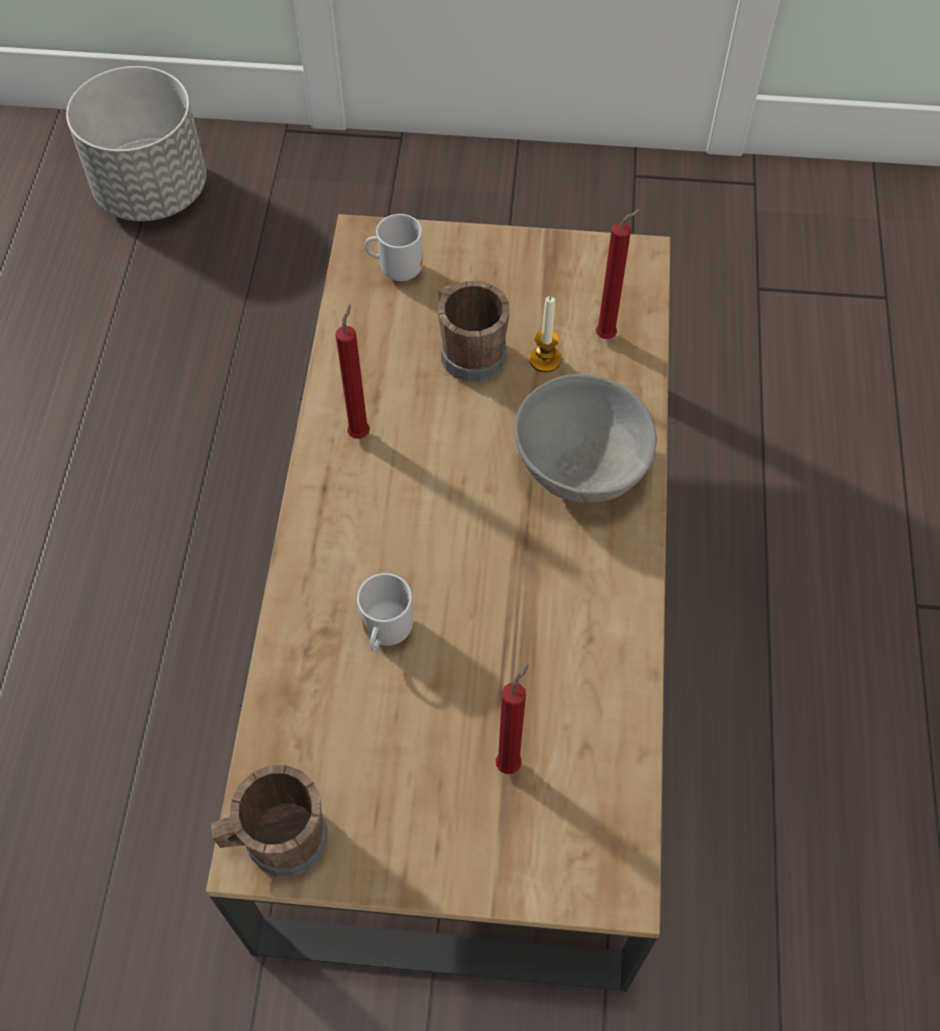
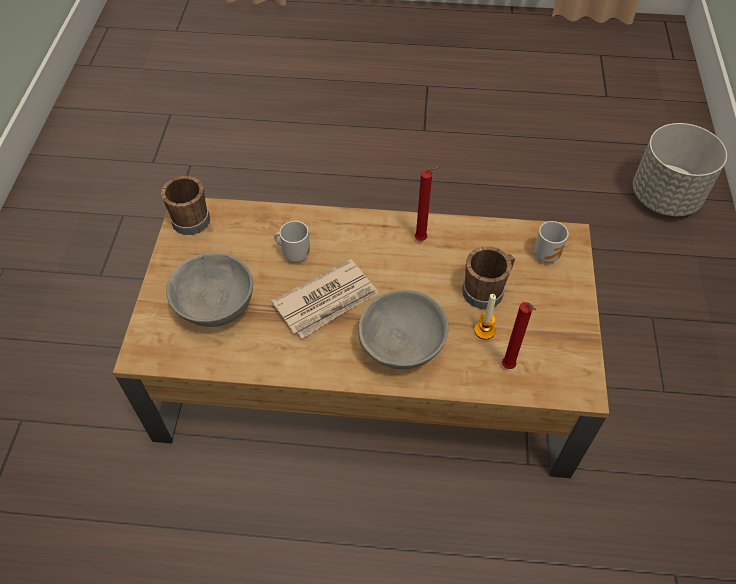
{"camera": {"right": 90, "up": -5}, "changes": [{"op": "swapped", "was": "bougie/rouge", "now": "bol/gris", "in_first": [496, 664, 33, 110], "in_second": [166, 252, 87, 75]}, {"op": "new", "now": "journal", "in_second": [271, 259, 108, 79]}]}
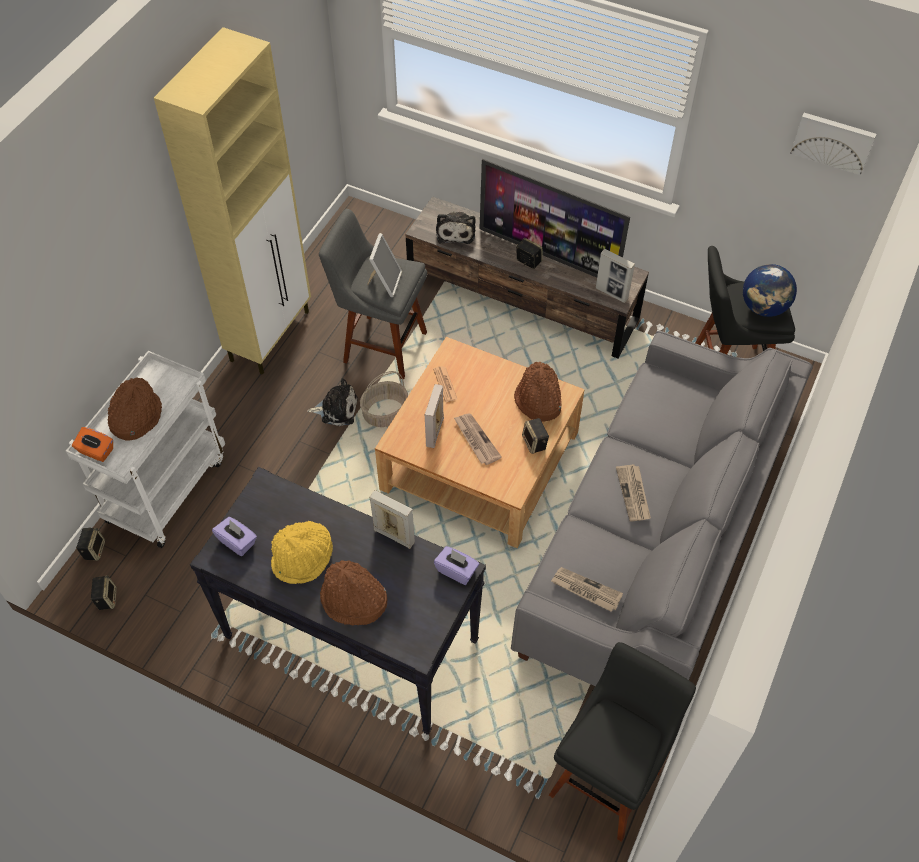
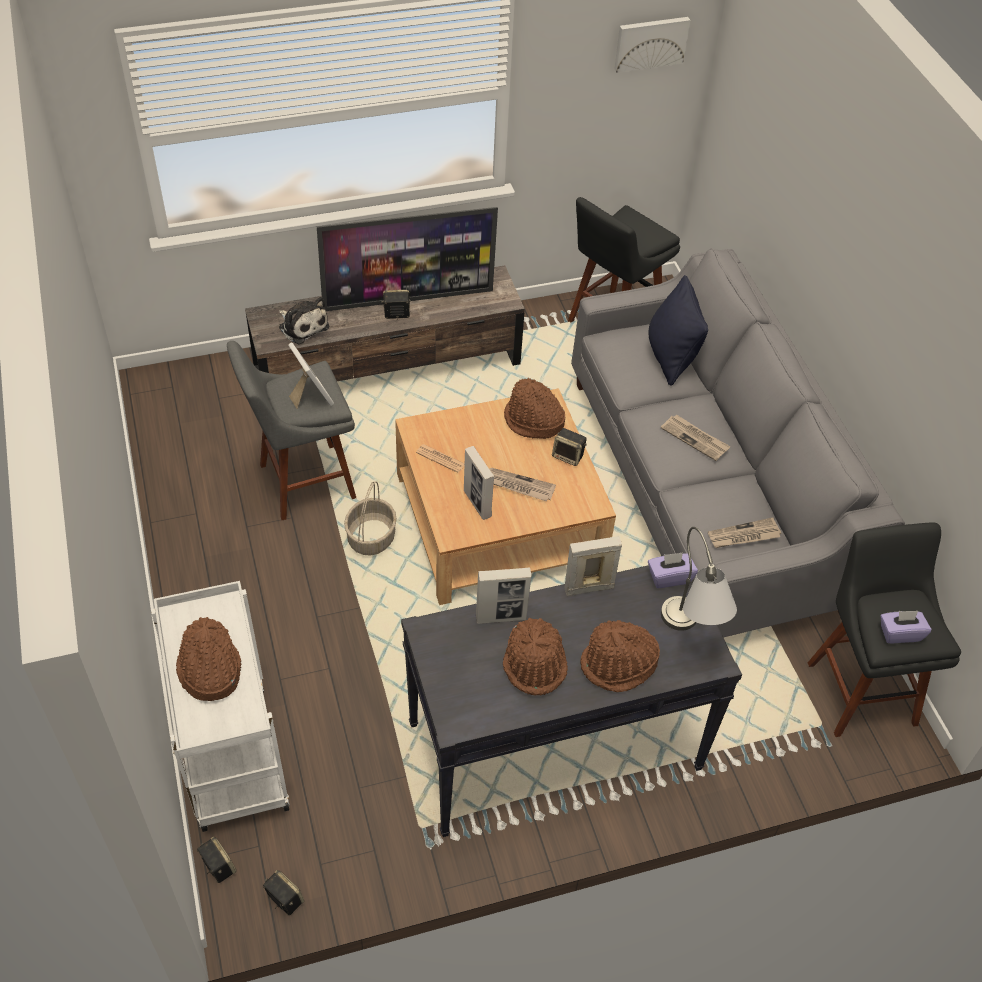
{"camera": {"right": -45, "up": -5}, "changes": [{"op": "gone", "was": "boîte à mouchoirs/orange", "in_first": [72, 427, 41, 35]}, {"op": "gone", "was": "meuble de rangement/beige", "in_first": [154, 27, 157, 348]}, {"op": "shifted", "was": "boîte à mouchoirs/violet", "in_first": [212, 517, 45, 39], "in_second": [880, 611, 52, 32]}, {"op": "repainted", "was": "chapeau/jaune", "now": "chapeau/marron", "in_first": [271, 521, 62, 63], "in_second": [503, 618, 65, 78]}, {"op": "gone", "was": "peluche", "in_first": [307, 378, 51, 48]}, {"op": "shifted", "was": "cadre photo", "in_first": [596, 249, 39, 54], "in_second": [476, 568, 55, 56]}, {"op": "gone", "was": "globe", "in_first": [743, 264, 54, 53]}, {"op": "new", "now": "coussin/noir", "in_second": [649, 275, 59, 110]}, {"op": "new", "now": "lampe de table/gris", "in_second": [661, 527, 76, 104]}]}
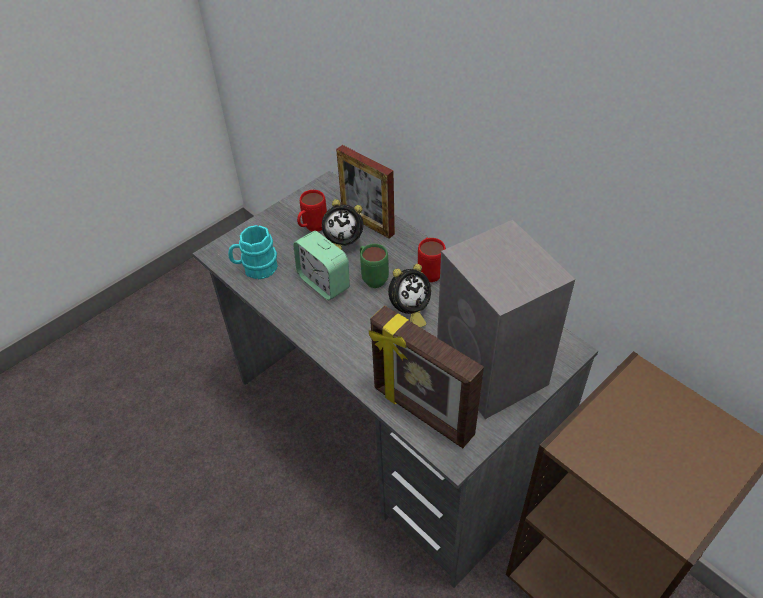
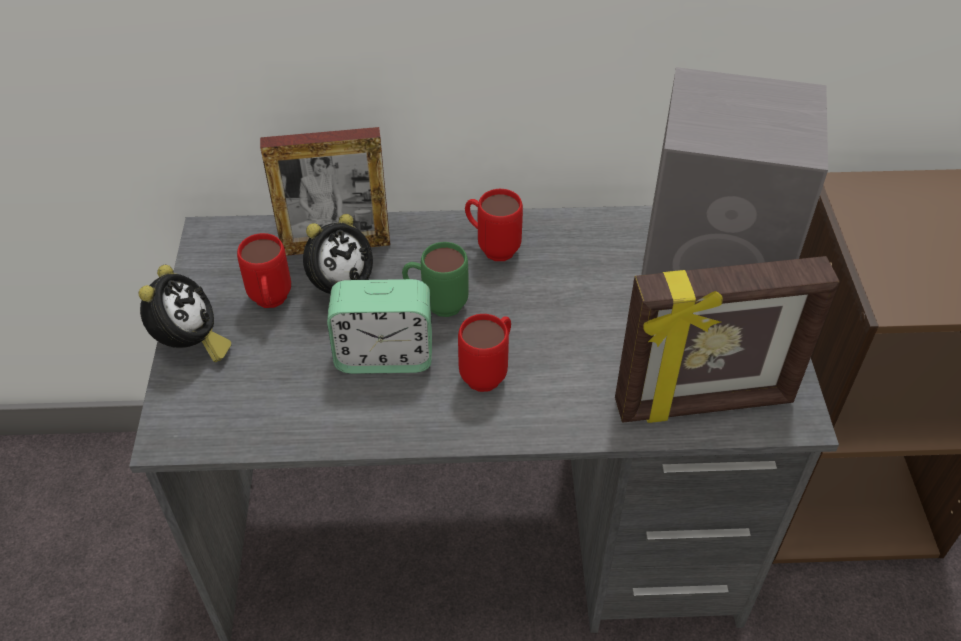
{"camera": {"right": -50, "up": 0}, "changes": [{"op": "gone", "was": "mug/turquoise", "in_first": [228, 225, 50, 54]}, {"op": "shifted", "was": "réveil", "in_first": [388, 264, 43, 63], "in_second": [138, 265, 93, 97]}, {"op": "new", "now": "mug/rouge", "in_second": [458, 314, 53, 78]}]}
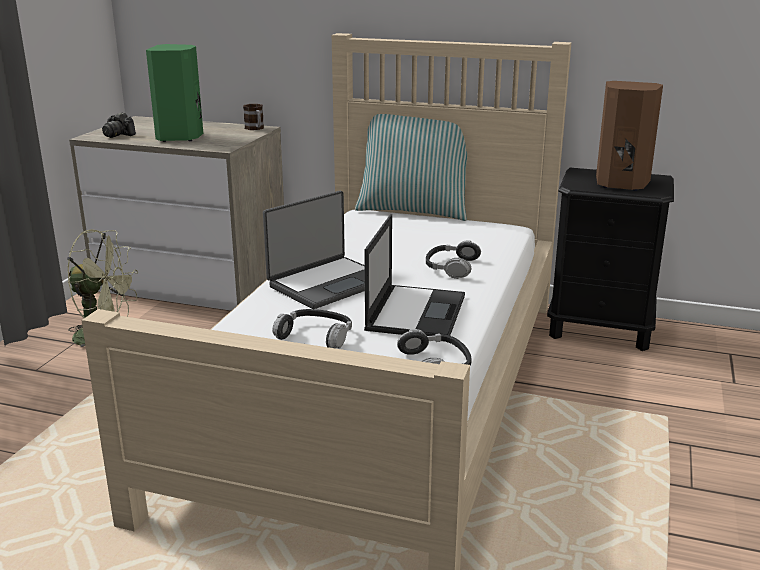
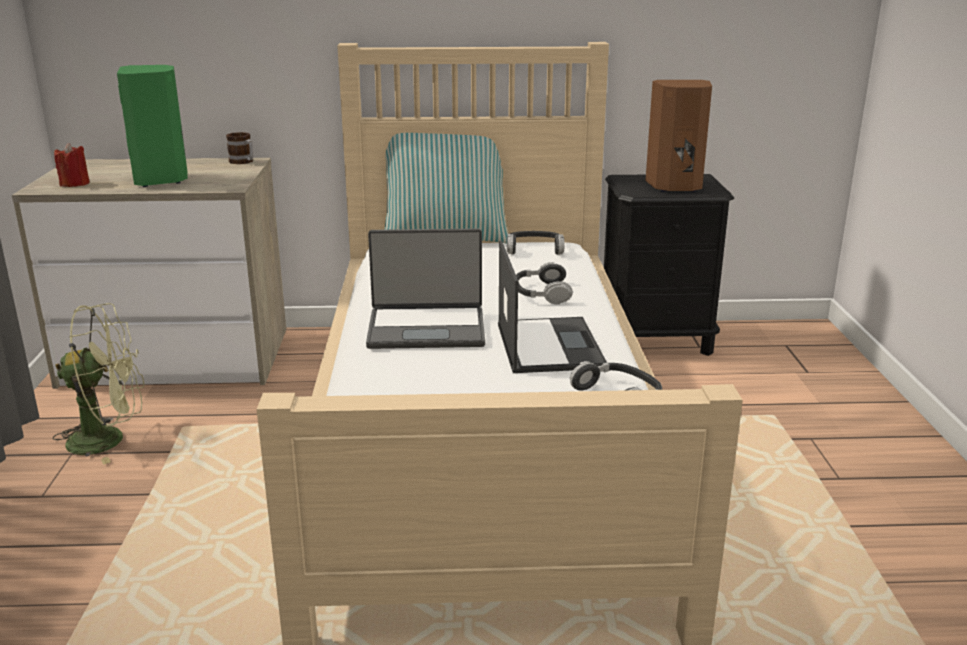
{"camera": {"right": -20, "up": 0}, "changes": [{"op": "swapped", "was": "appareil photo", "now": "bougie/rouge", "in_first": [102, 112, 34, 26], "in_second": [54, 143, 36, 44]}, {"op": "rotated", "was": "ordinateur portable", "in_first": [263, 191, 102, 118], "in_second": [366, 229, 119, 120], "clockwise": 60}, {"op": "shifted", "was": "casque audio", "in_first": [272, 309, 80, 40], "in_second": [507, 231, 57, 24]}]}
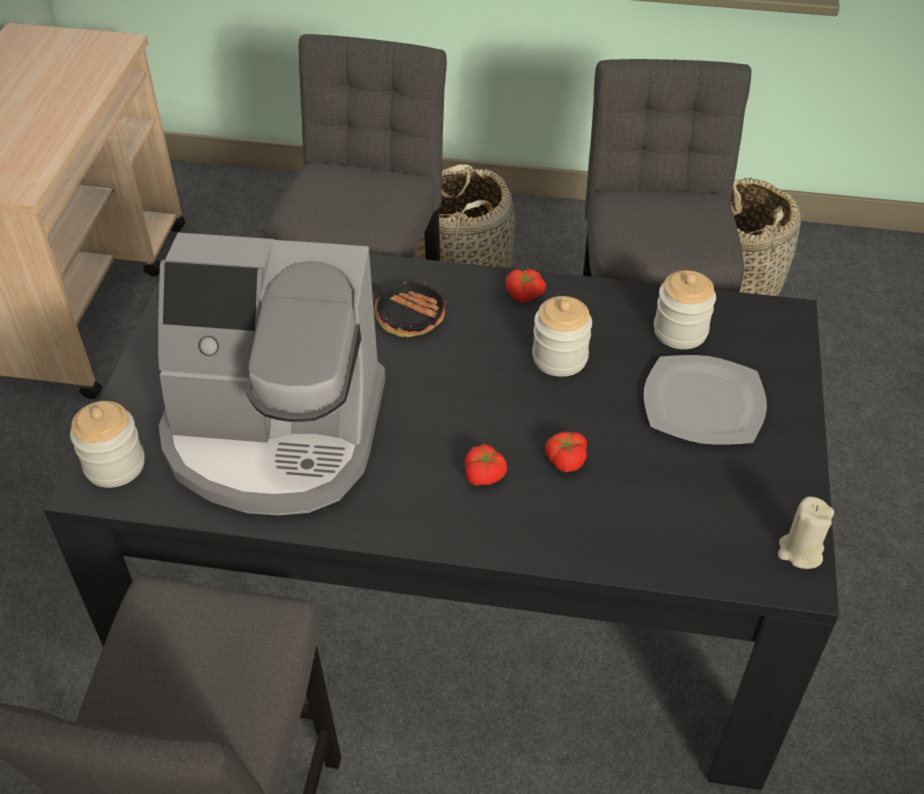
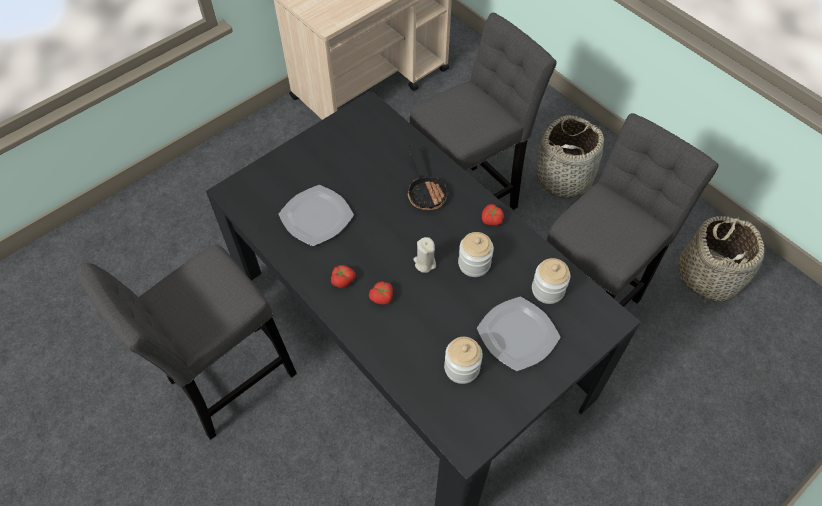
{"camera": {"right": 40, "up": 10}, "changes": [{"op": "shifted", "was": "bocal", "in_first": [70, 401, 75, 87], "in_second": [444, 337, 39, 47]}, {"op": "swapped", "was": "machine à café", "now": "assiette", "in_first": [158, 233, 227, 282], "in_second": [279, 185, 75, 61]}, {"op": "shifted", "was": "tomate", "in_first": [545, 431, 42, 41], "in_second": [331, 265, 25, 23]}, {"op": "shifted", "was": "bougie/beige", "in_first": [778, 496, 56, 73], "in_second": [413, 237, 23, 36]}]}
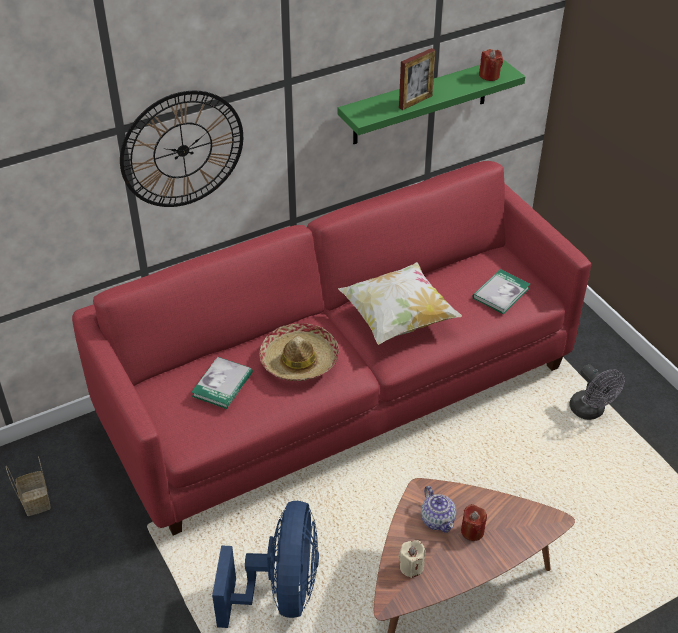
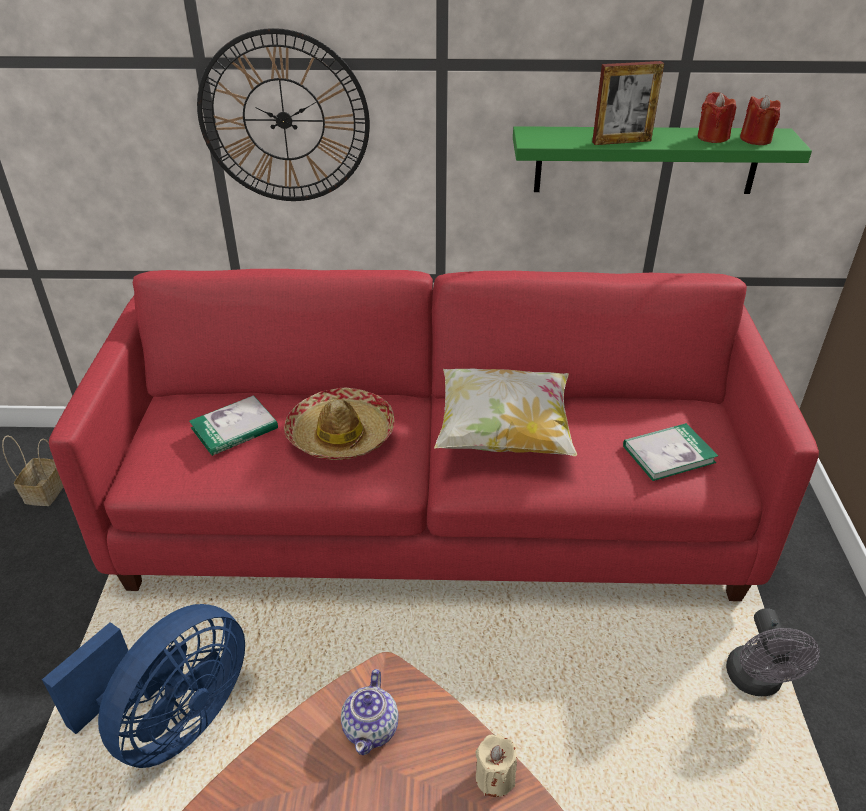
{"camera": {"right": 30, "up": -5}, "changes": [{"op": "shifted", "was": "bougie/beige", "in_first": [399, 540, 26, 38], "in_second": [475, 734, 42, 63]}, {"op": "shifted", "was": "bougie/rouge", "in_first": [461, 504, 26, 37], "in_second": [698, 92, 38, 51]}]}
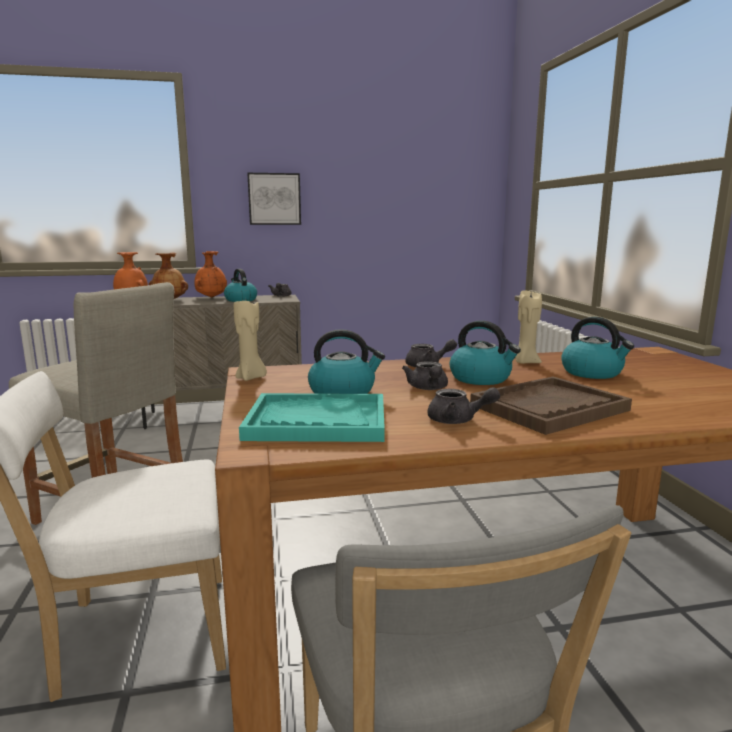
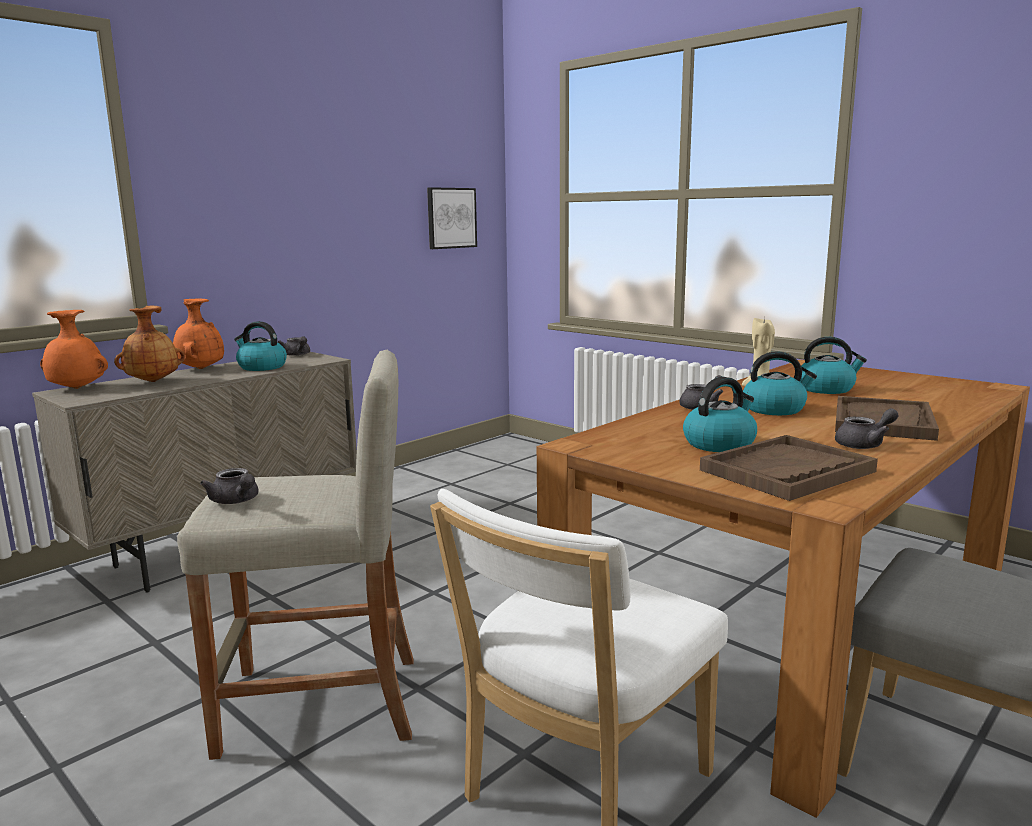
{"camera": {"right": -35, "up": 0}, "changes": [{"op": "gone", "was": "bougie/beige", "in_first": [234, 301, 33, 80]}, {"op": "repainted", "was": "plateau/turquoise", "now": "plateau/marron", "in_first": [239, 393, 146, 49], "in_second": [700, 435, 178, 66]}, {"op": "shifted", "was": "tableau", "in_first": [247, 173, 54, 52], "in_second": [427, 187, 50, 62]}, {"op": "shifted", "was": "théière/gris", "in_first": [402, 361, 46, 29], "in_second": [200, 468, 58, 36]}]}
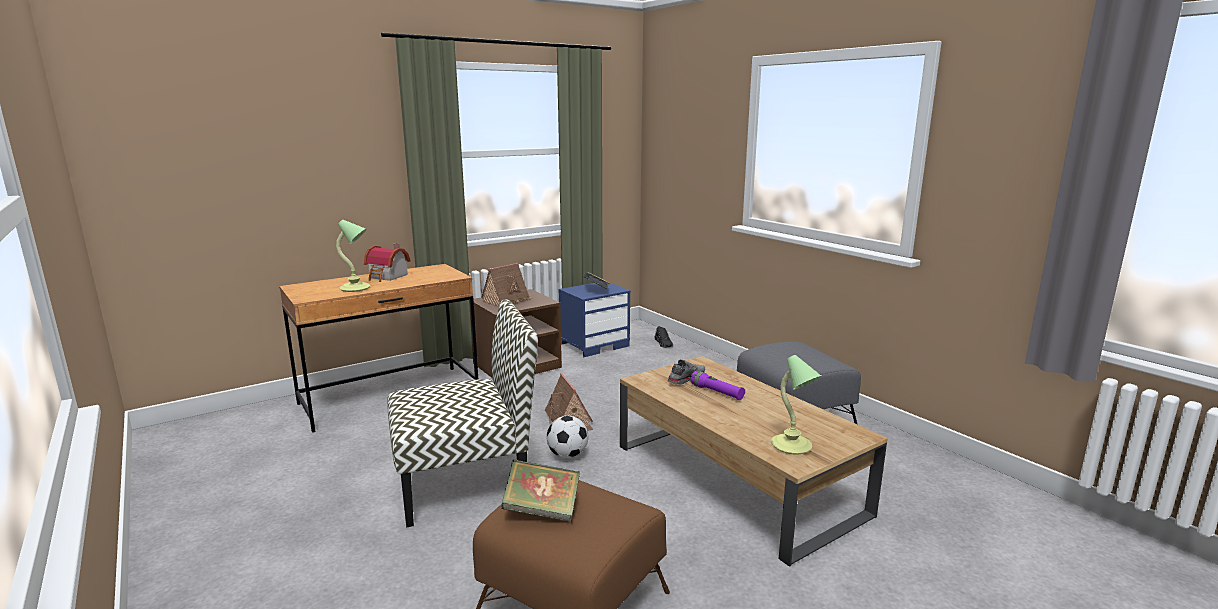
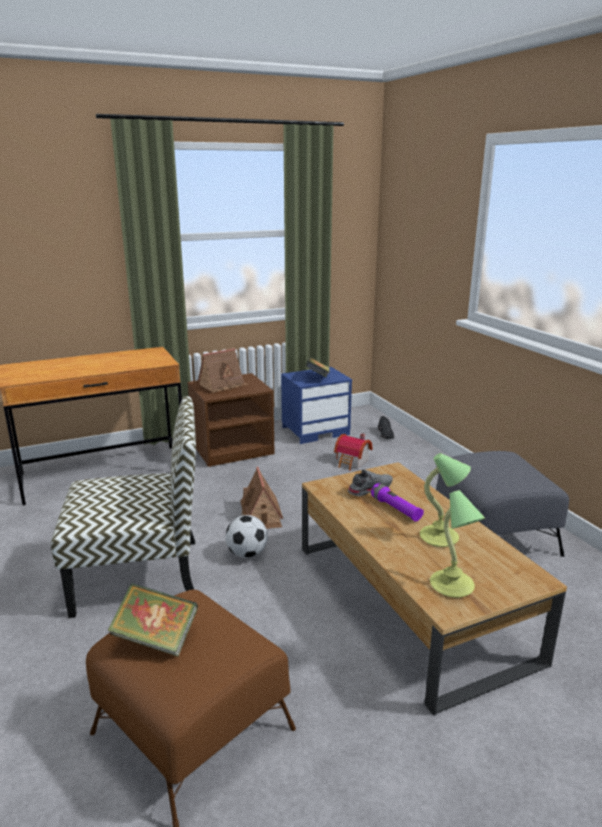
{"camera": {"right": 10, "up": 5}, "changes": [{"op": "shifted", "was": "lampe de table", "in_first": [336, 220, 34, 72], "in_second": [420, 453, 51, 94]}, {"op": "shifted", "was": "maison miniature", "in_first": [364, 243, 46, 39], "in_second": [334, 434, 39, 37]}]}
